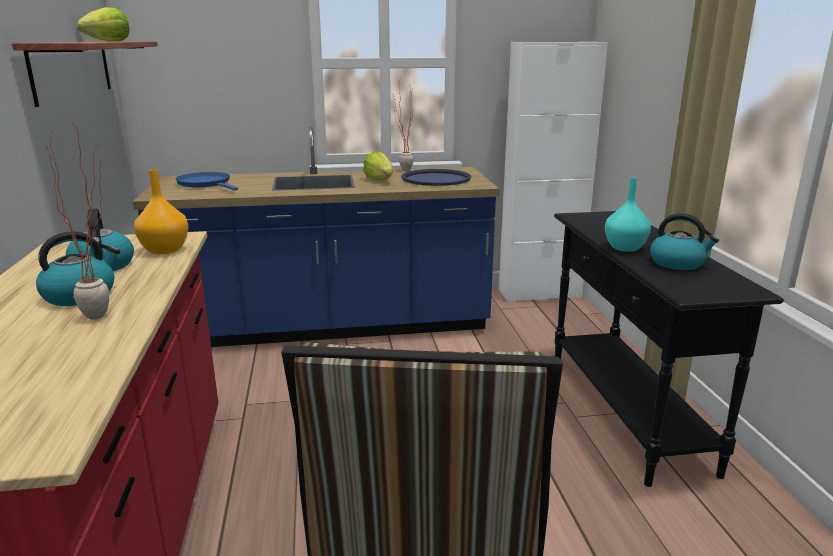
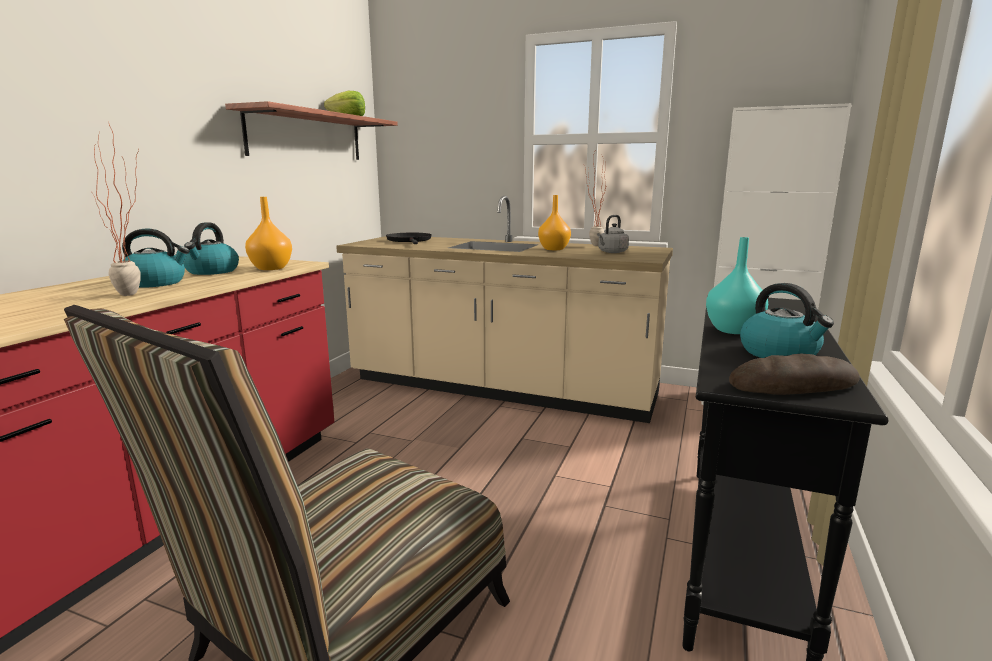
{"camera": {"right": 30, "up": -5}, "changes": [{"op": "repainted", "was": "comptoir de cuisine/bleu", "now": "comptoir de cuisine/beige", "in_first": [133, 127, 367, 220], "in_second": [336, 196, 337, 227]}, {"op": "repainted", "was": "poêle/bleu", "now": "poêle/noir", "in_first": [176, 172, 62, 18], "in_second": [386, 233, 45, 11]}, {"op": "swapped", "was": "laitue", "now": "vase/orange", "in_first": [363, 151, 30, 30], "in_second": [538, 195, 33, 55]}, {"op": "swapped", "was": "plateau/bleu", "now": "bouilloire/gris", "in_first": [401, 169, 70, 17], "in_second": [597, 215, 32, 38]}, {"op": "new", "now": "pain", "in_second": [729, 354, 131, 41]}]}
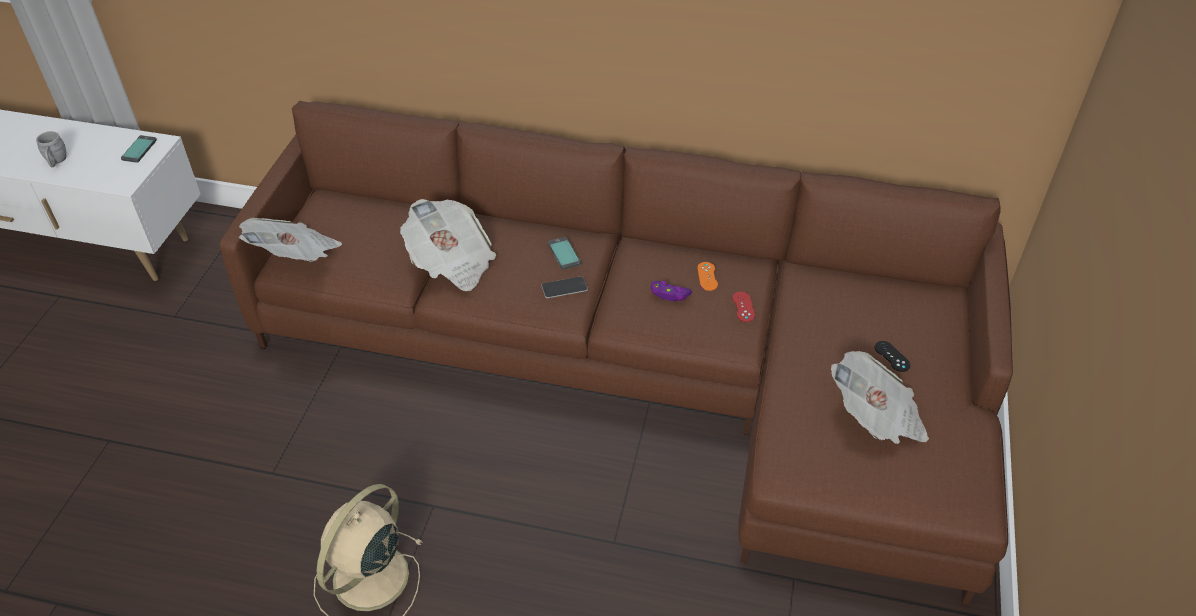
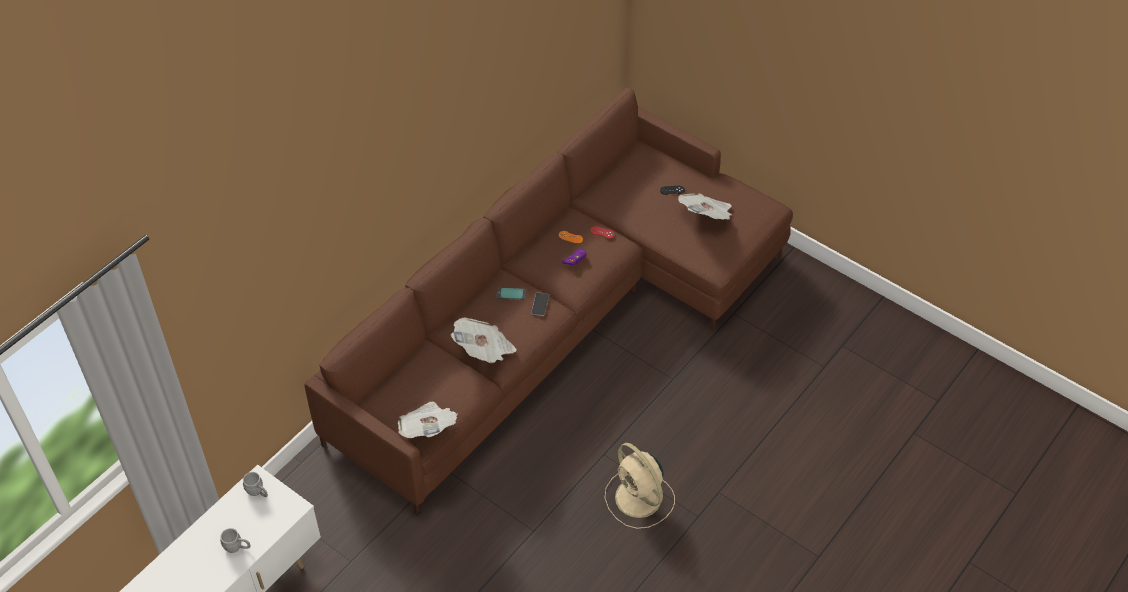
{"camera": {"right": -65, "up": 5}, "changes": [{"op": "swapped", "was": "téléphone", "now": "mug/gris", "in_first": [121, 135, 36, 28], "in_second": [243, 472, 25, 25]}]}
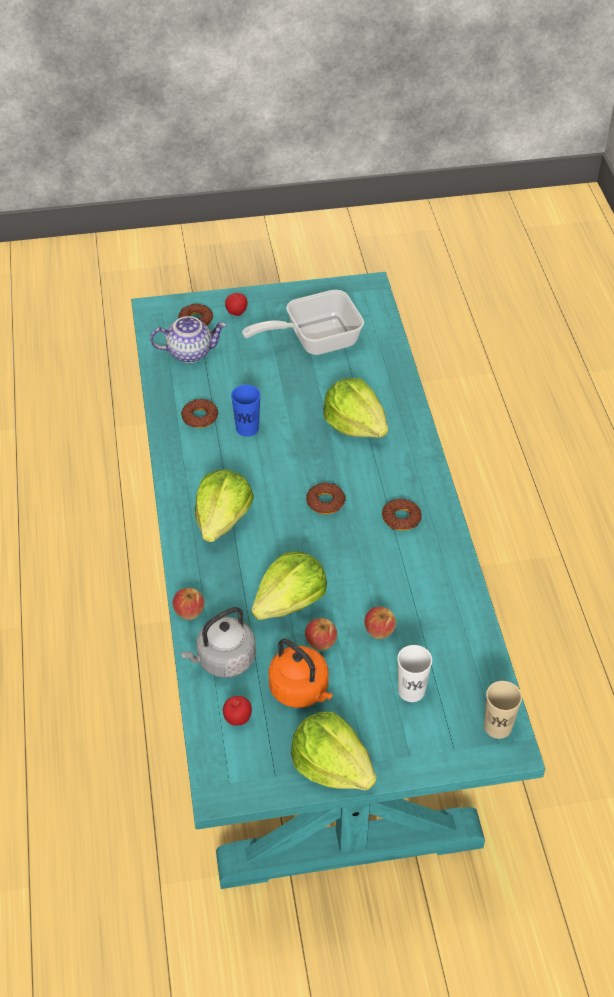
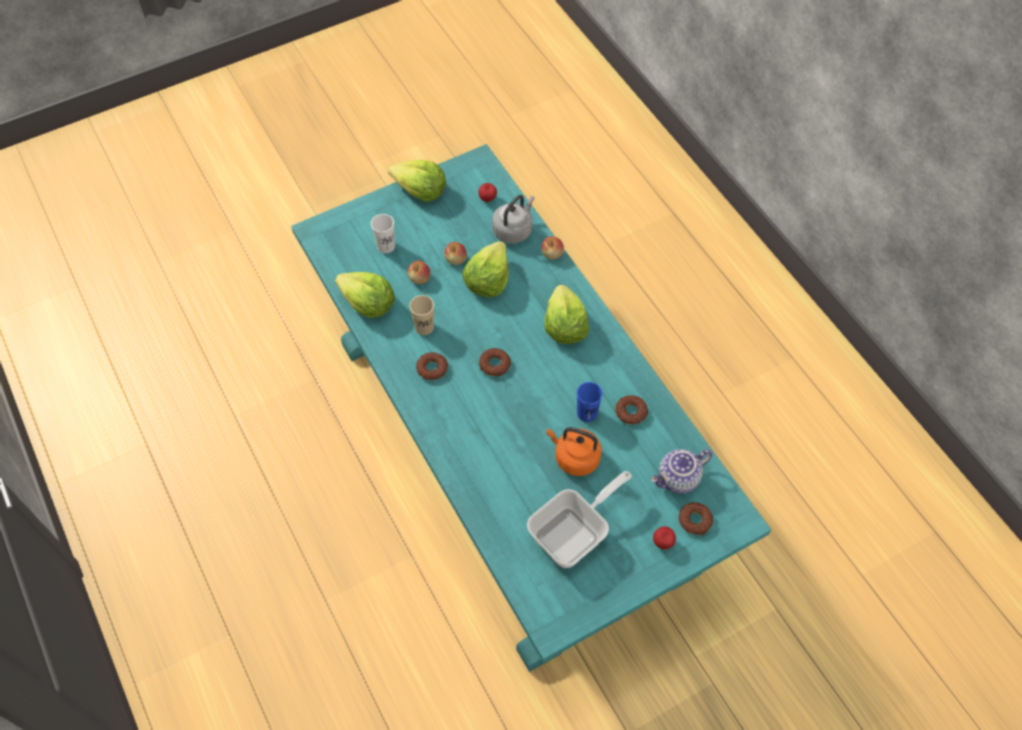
{"camera": {"right": 160, "up": 10}, "changes": [{"op": "shifted", "was": "bouilloire/orange", "in_first": [268, 639, 65, 69], "in_second": [547, 427, 55, 49]}, {"op": "shifted", "was": "laitue", "in_first": [323, 378, 65, 60], "in_second": [335, 272, 60, 46]}, {"op": "shifted", "was": "tasse/beige", "in_first": [484, 681, 38, 58], "in_second": [410, 295, 24, 40]}]}
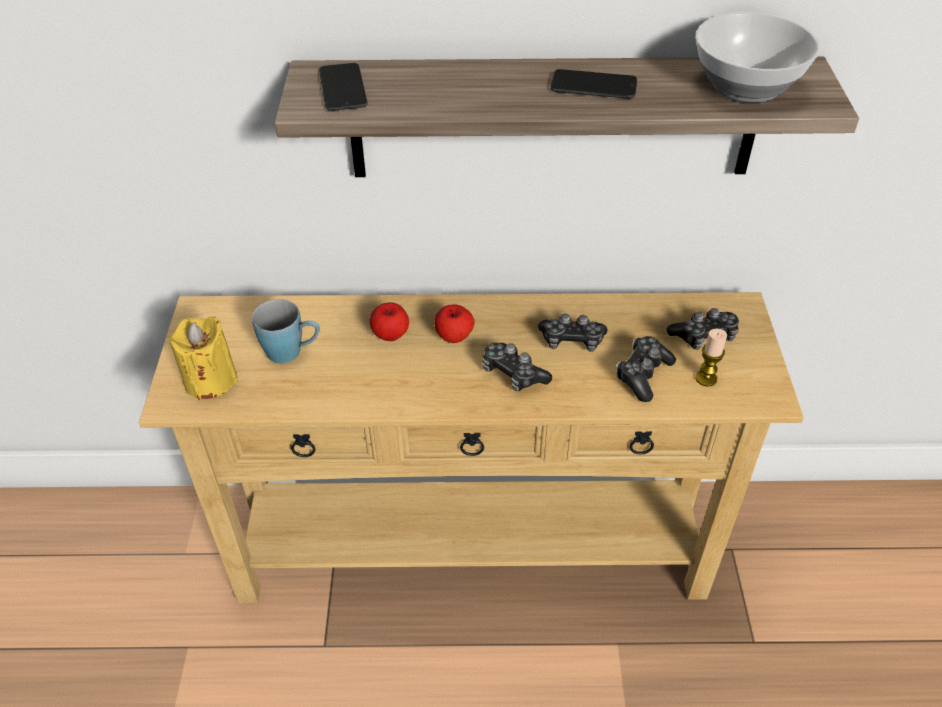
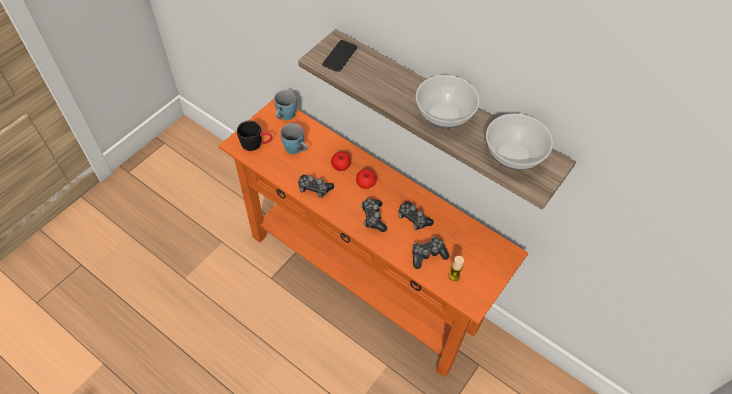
{"camera": {"right": 35, "up": 10}, "changes": [{"op": "repainted", "was": "table console/beige", "now": "table console/orange", "in_first": [139, 292, 665, 311], "in_second": [219, 99, 309, 278]}, {"op": "swapped", "was": "bougie/jaune", "now": "mug/noir", "in_first": [170, 316, 68, 84], "in_second": [237, 120, 36, 31]}, {"op": "swapped", "was": "téléphone", "now": "bol", "in_first": [550, 69, 87, 30], "in_second": [416, 75, 63, 54]}, {"op": "shifted", "was": "manette", "in_first": [667, 308, 72, 42], "in_second": [298, 175, 36, 23]}, {"op": "new", "now": "mug/bleu", "in_second": [274, 90, 23, 30]}]}
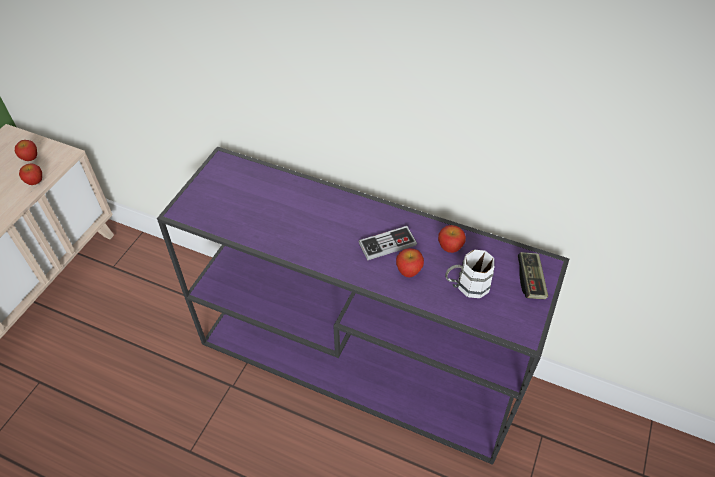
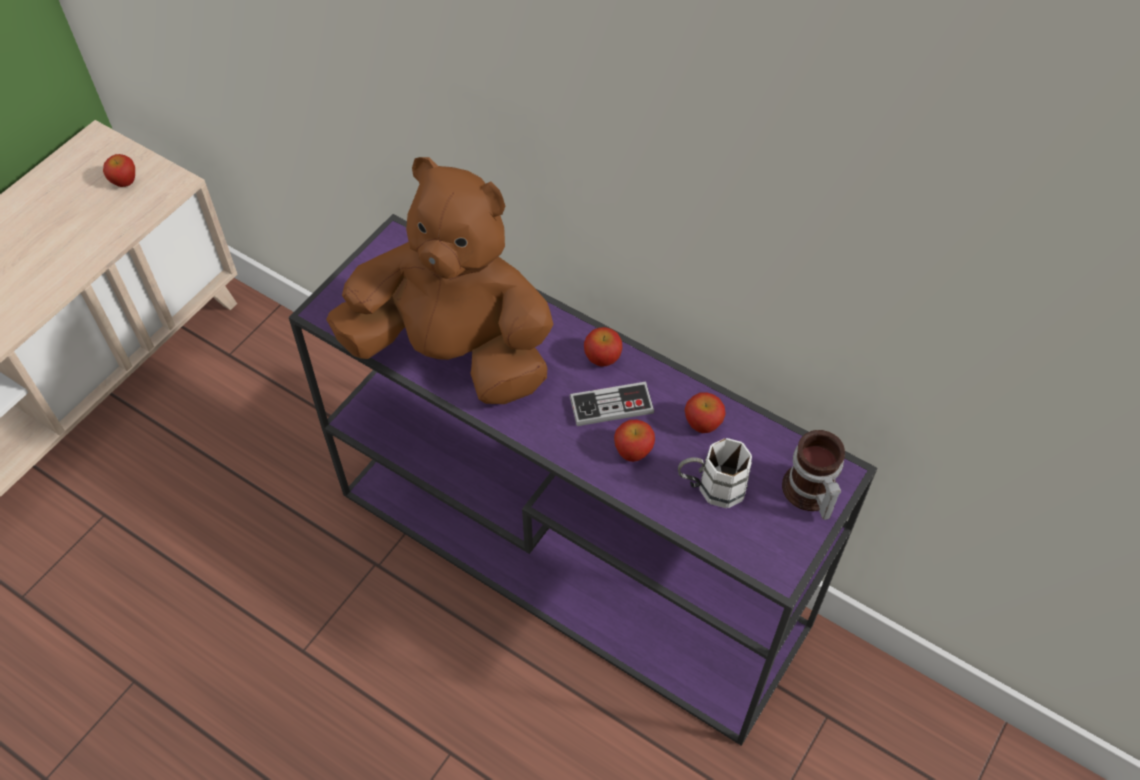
{"camera": {"right": 10, "up": 5}, "changes": [{"op": "shifted", "was": "pomme", "in_first": [19, 164, 23, 21], "in_second": [584, 327, 38, 40]}, {"op": "swapped", "was": "manette", "now": "mug", "in_first": [518, 252, 30, 47], "in_second": [782, 430, 63, 90]}, {"op": "new", "now": "peluche/marron", "in_second": [326, 157, 227, 247]}]}
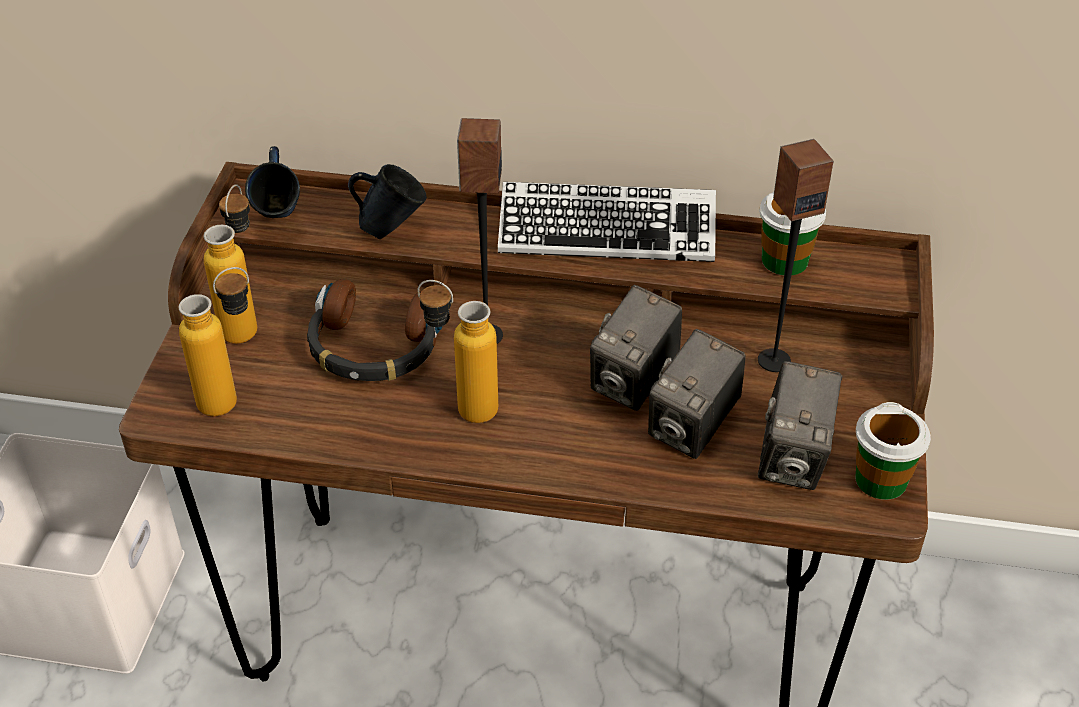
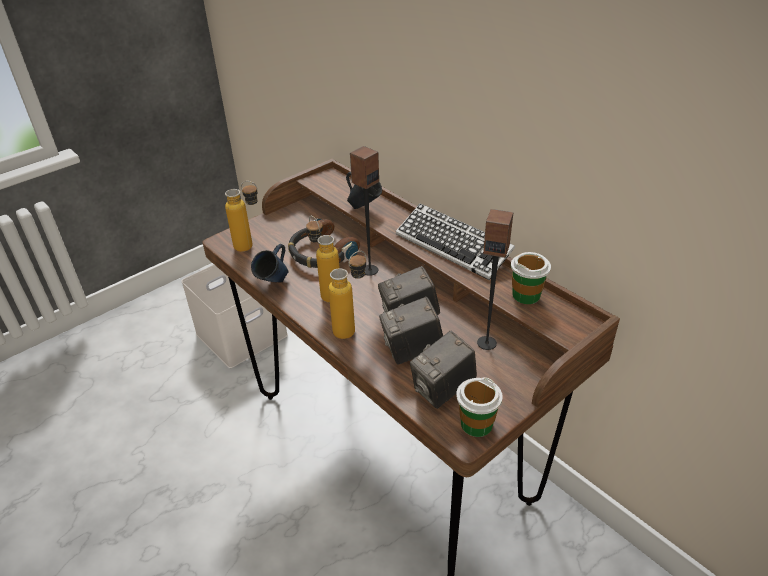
{"camera": {"right": 40, "up": -5}, "changes": [{"op": "shifted", "was": "bouteille", "in_first": [204, 184, 53, 160], "in_second": [328, 251, 38, 88]}, {"op": "shifted", "was": "mug/bleu", "in_first": [245, 146, 55, 72], "in_second": [251, 244, 38, 39]}]}
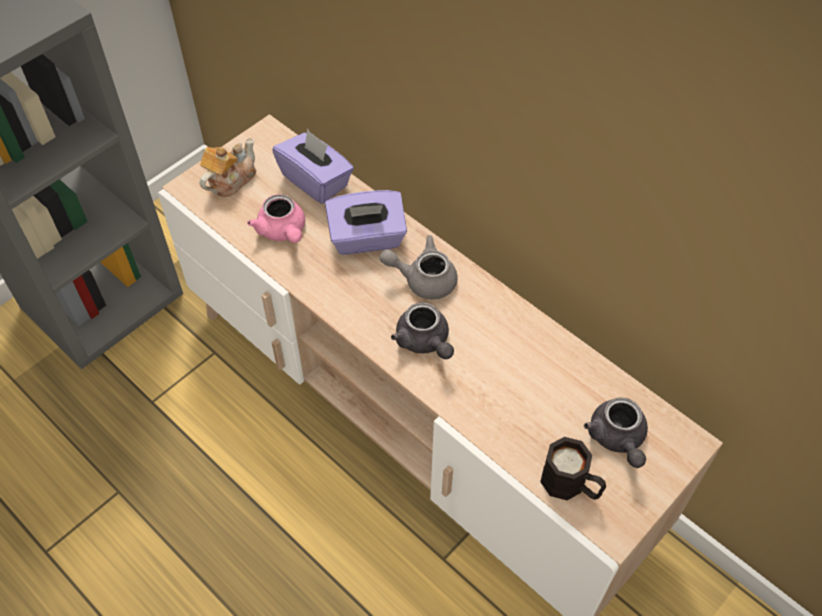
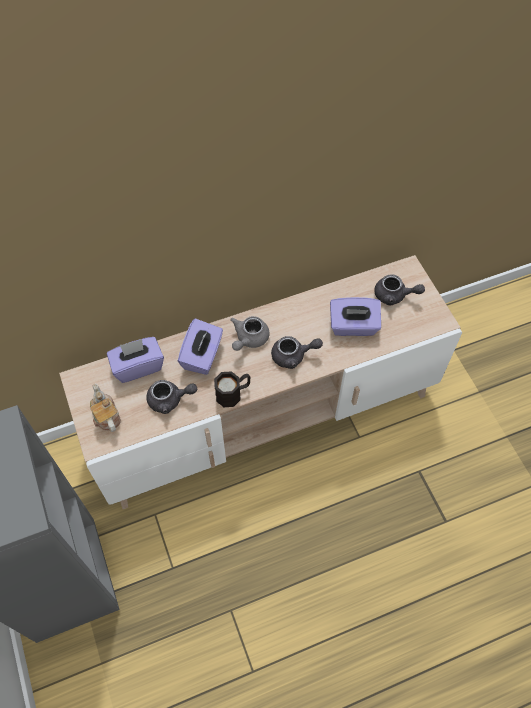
{"camera": {"right": -65, "up": 5}, "changes": [{"op": "repainted", "was": "théière/rose", "now": "théière/gris", "in_first": [247, 194, 58, 49], "in_second": [146, 380, 51, 34]}, {"op": "shifted", "was": "mug/noir", "in_first": [540, 437, 66, 63], "in_second": [214, 371, 37, 36]}, {"op": "new", "now": "boîte à mouchoirs/violet", "in_second": [330, 297, 51, 39]}]}
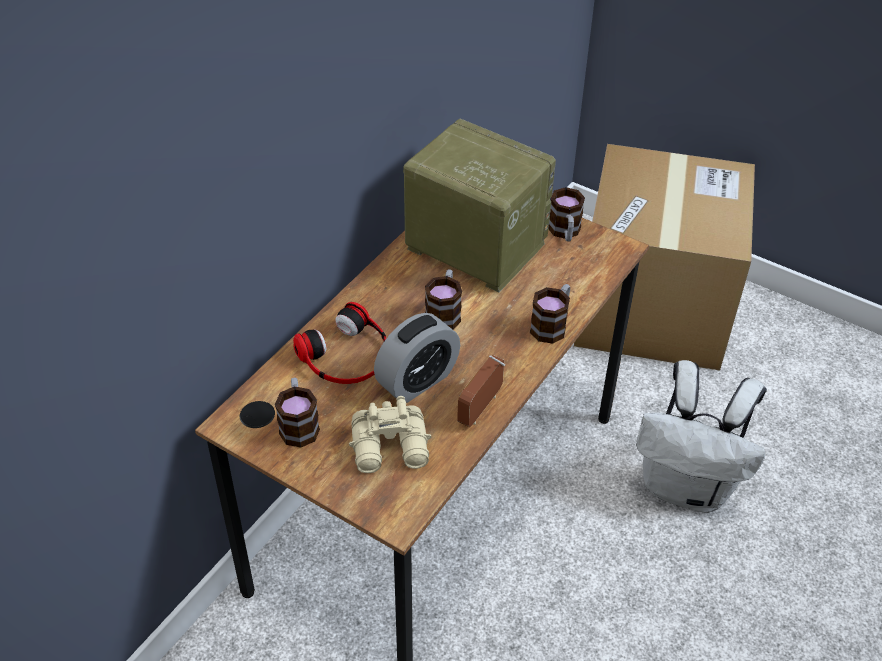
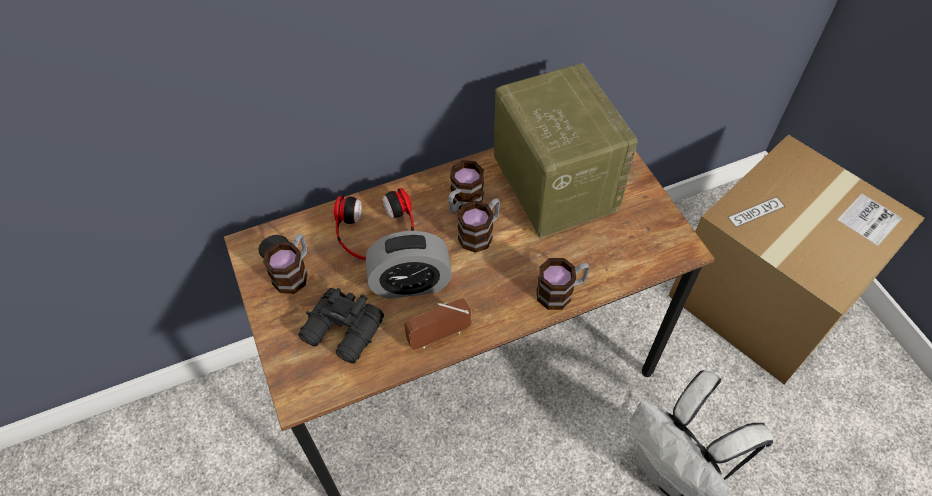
{"camera": {"right": 35, "up": 10}, "changes": [{"op": "repainted", "was": "jumelles/beige", "now": "jumelles/noir", "in_first": [349, 396, 82, 77], "in_second": [298, 288, 86, 76]}, {"op": "shifted", "was": "mug", "in_first": [548, 187, 37, 55], "in_second": [448, 160, 36, 53]}]}
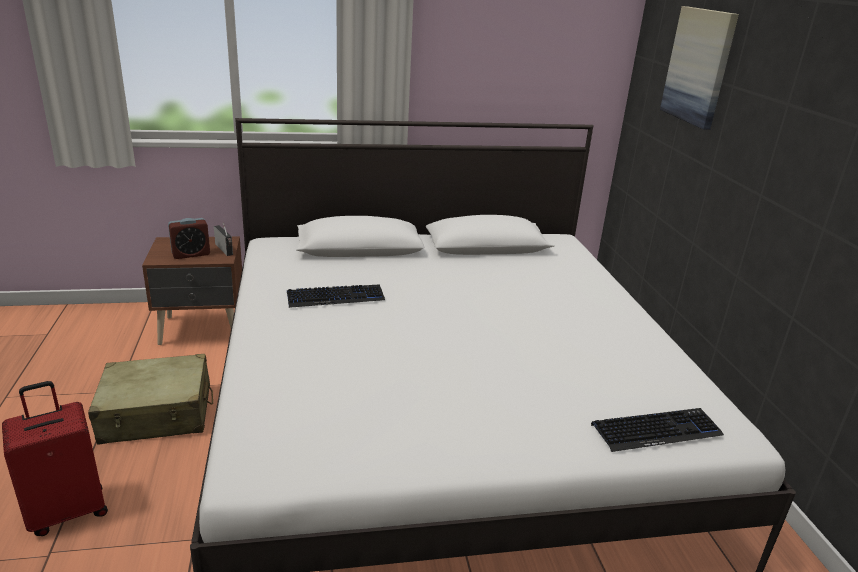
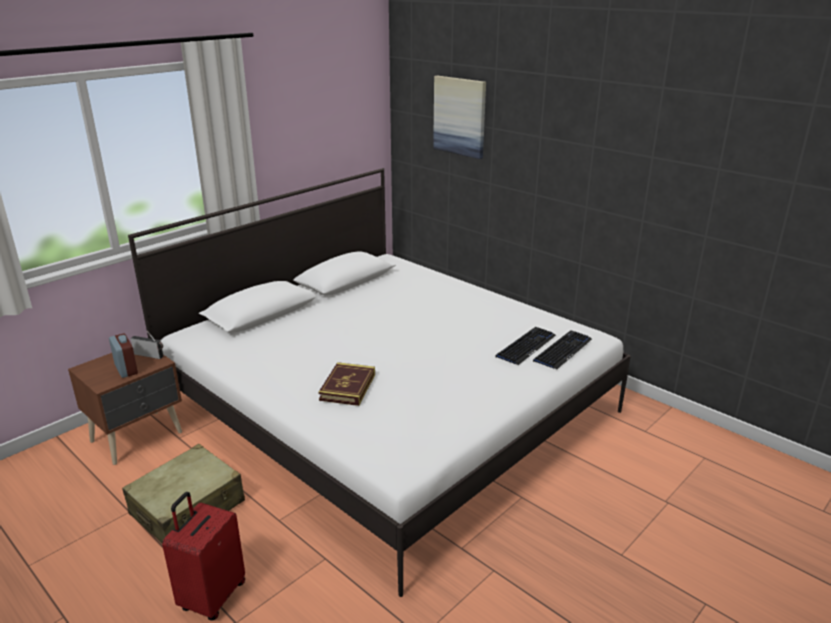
{"camera": {"right": -35, "up": 0}, "changes": [{"op": "rotated", "was": "réveil", "in_first": [168, 218, 42, 41], "in_second": [109, 333, 29, 45], "clockwise": -60}, {"op": "shifted", "was": "clavier", "in_first": [287, 284, 98, 24], "in_second": [495, 327, 61, 38]}, {"op": "new", "now": "livre", "in_second": [318, 362, 57, 44]}]}
